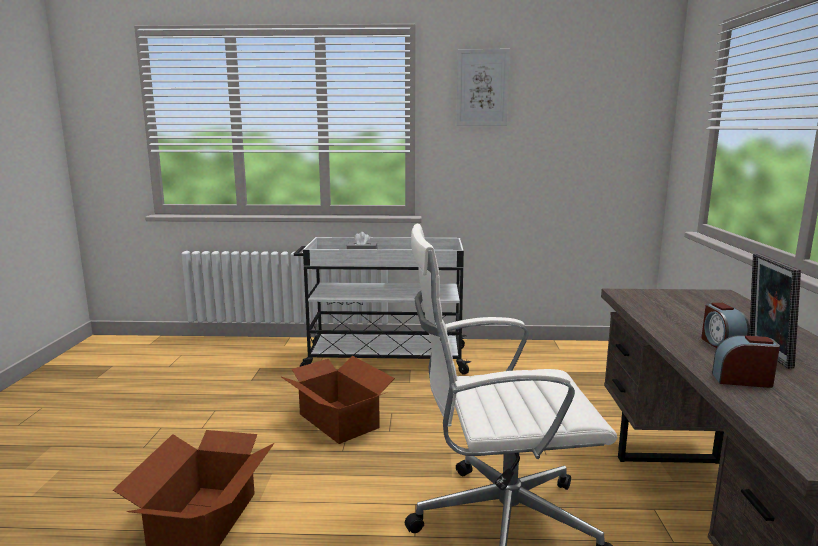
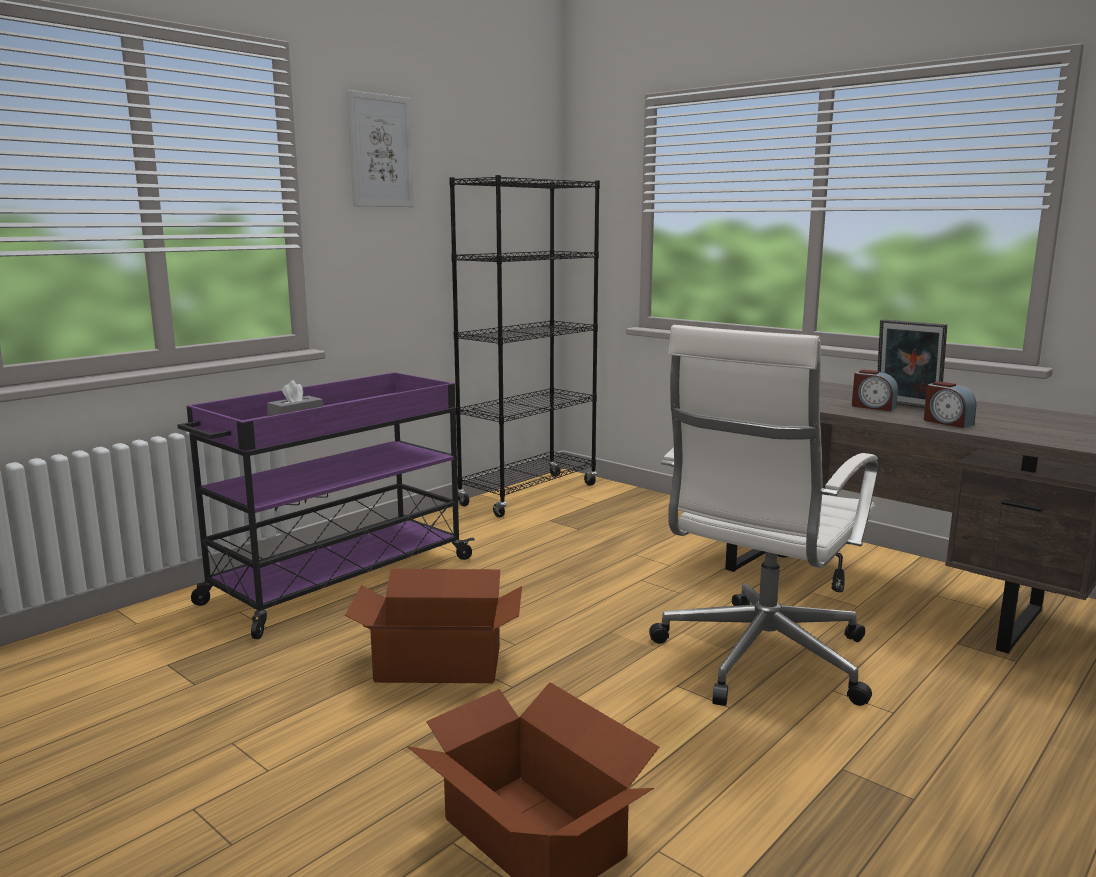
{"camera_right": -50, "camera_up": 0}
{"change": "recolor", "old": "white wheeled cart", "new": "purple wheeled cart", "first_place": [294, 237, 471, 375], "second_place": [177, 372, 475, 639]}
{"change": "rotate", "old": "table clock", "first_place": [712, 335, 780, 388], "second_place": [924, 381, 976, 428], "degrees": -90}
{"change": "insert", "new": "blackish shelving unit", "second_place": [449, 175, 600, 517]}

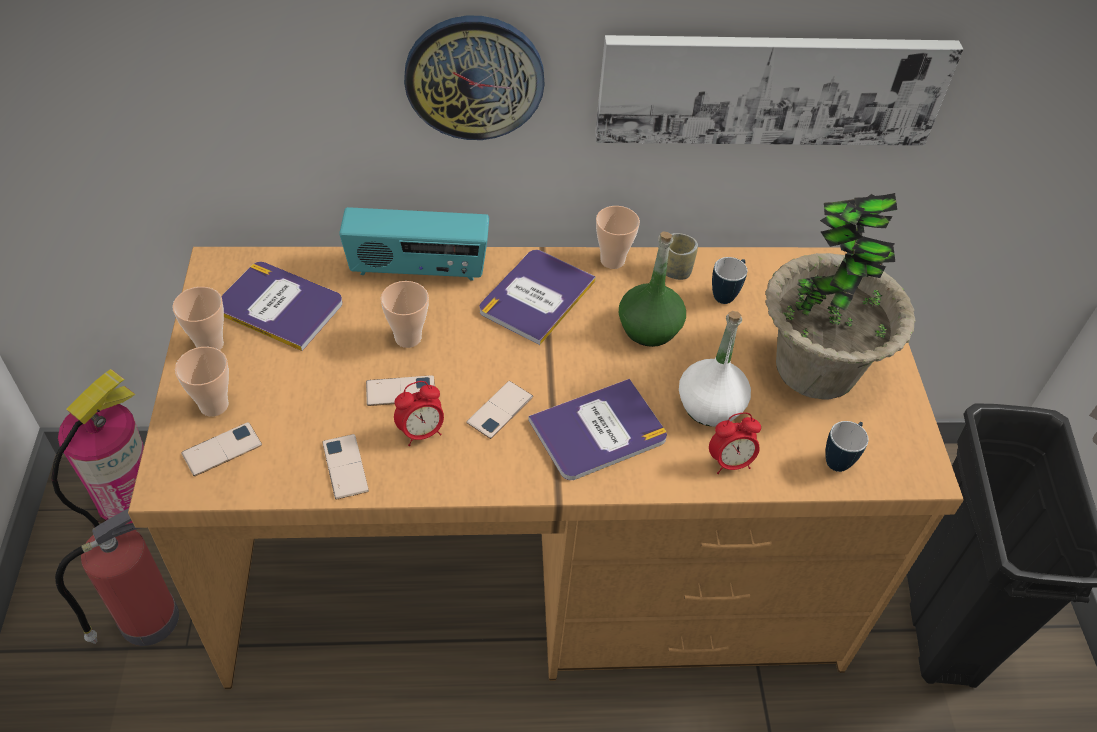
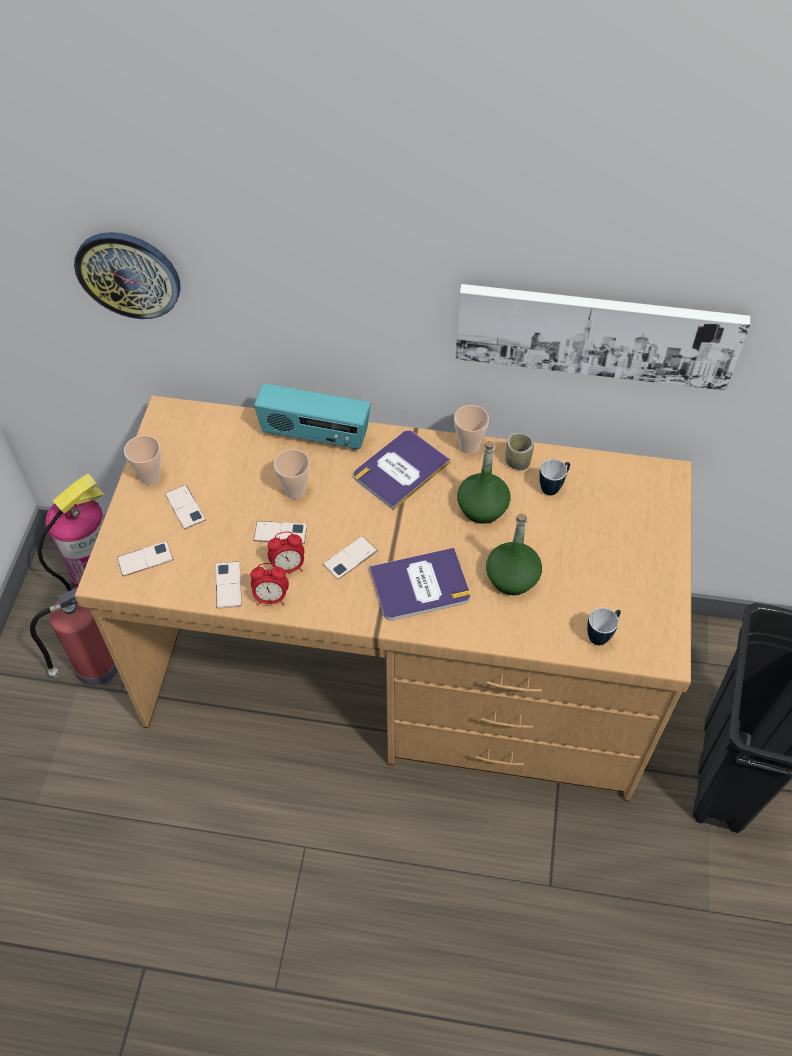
{"camera_right": 15, "camera_up": 5}
{"change": "move", "old": "clock on the wall", "first_place": [404, 16, 545, 140], "second_place": [74, 232, 181, 319]}
{"change": "delete", "old": "houseplant", "first_place": [765, 193, 916, 400]}
{"change": "delete", "old": "book", "first_place": [221, 262, 342, 351]}
{"change": "recolor", "old": "white beverage bottle", "new": "green beverage bottle", "first_place": [679, 311, 751, 427], "second_place": [486, 513, 542, 595]}
{"change": "delete", "old": "cup", "first_place": [175, 347, 229, 417]}
{"change": "move", "old": "table clock", "first_place": [709, 412, 761, 474], "second_place": [250, 563, 289, 605]}
{"change": "insert", "new": "handset", "second_place": [165, 485, 206, 529]}

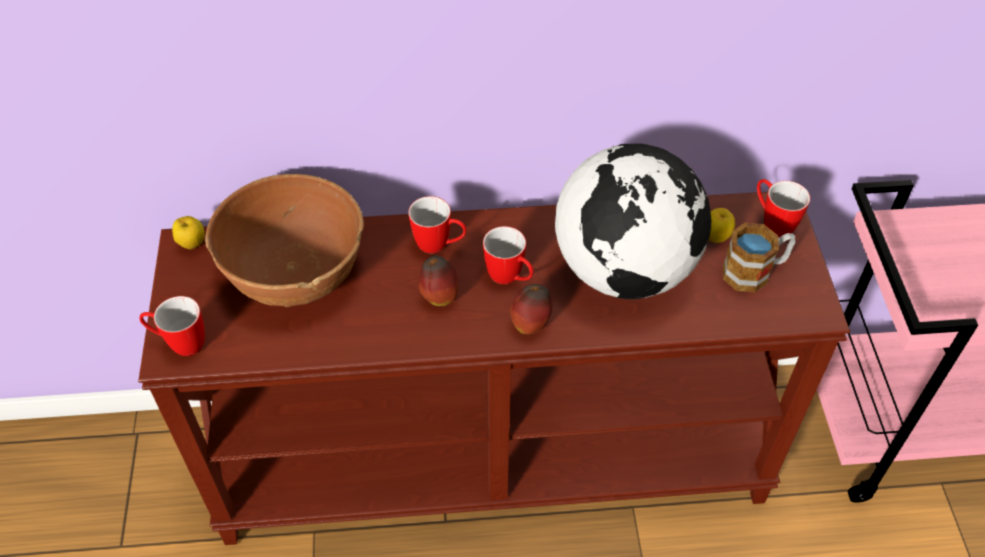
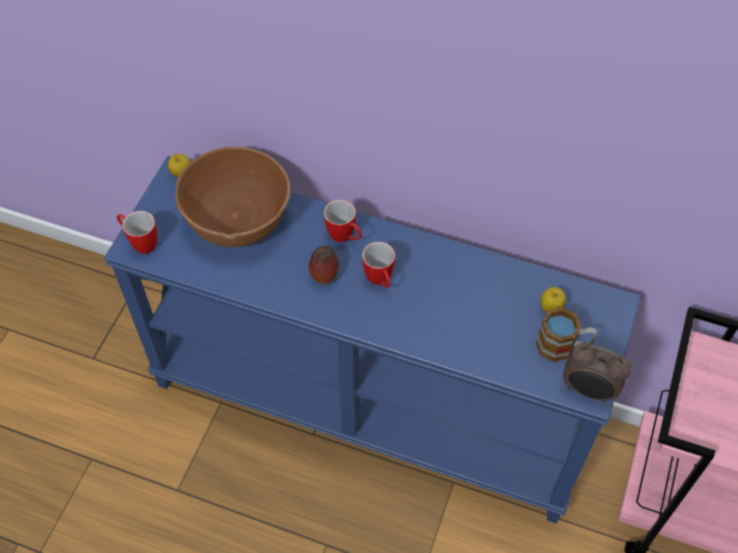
{"camera_right": 25, "camera_up": 5}
{"change": "delete", "old": "world globe", "first_place": [555, 143, 711, 299]}
{"change": "delete", "old": "mug", "first_place": [757, 179, 810, 237]}
{"change": "recolor", "old": "brown-coloured hall table", "new": "blue-coloured hall table", "first_place": [138, 192, 850, 545], "second_place": [104, 156, 641, 523]}
{"change": "delete", "old": "apple fruit", "first_place": [510, 284, 552, 334]}
{"change": "insert", "new": "table clock", "second_place": [563, 343, 632, 403]}

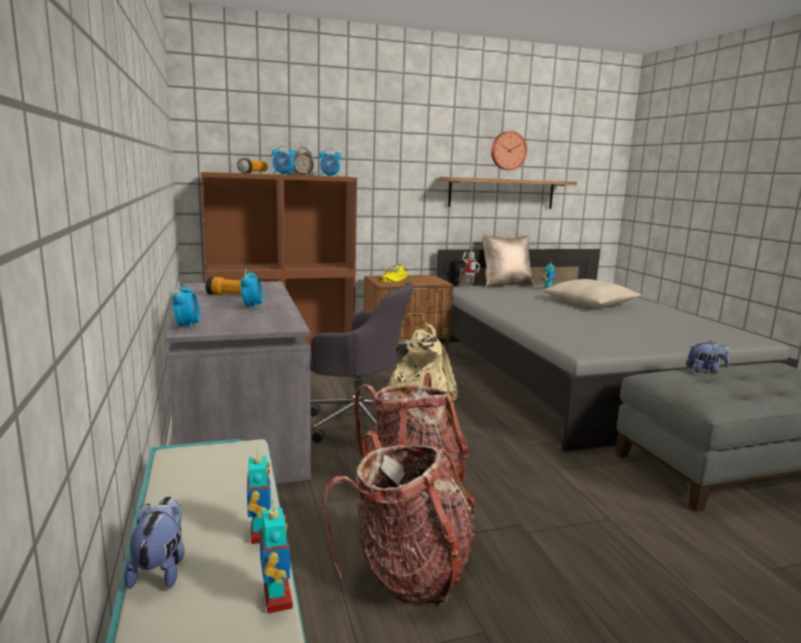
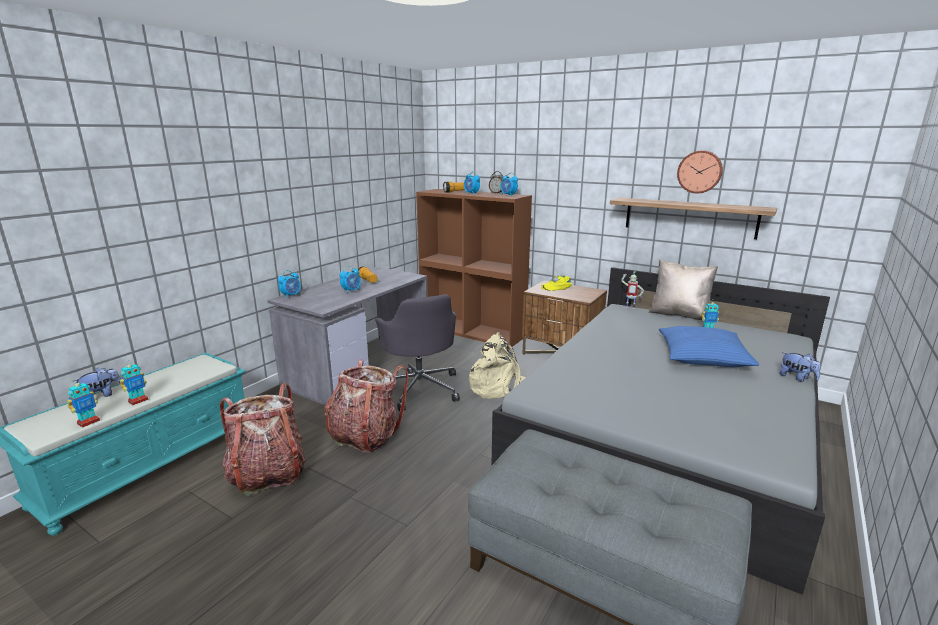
{"camera_right": 50, "camera_up": 5}
{"change": "recolor", "old": "beige pillow", "new": "blue-coloured pillow", "first_place": [542, 279, 641, 308], "second_place": [659, 326, 759, 367]}
{"change": "move", "old": "plush toy", "first_place": [687, 341, 730, 374], "second_place": [780, 352, 821, 382]}

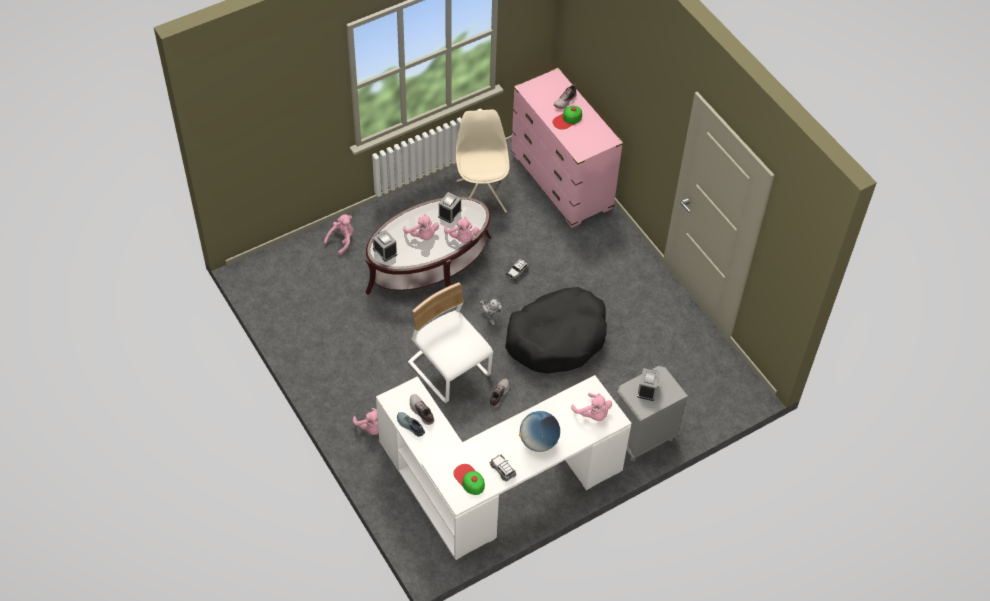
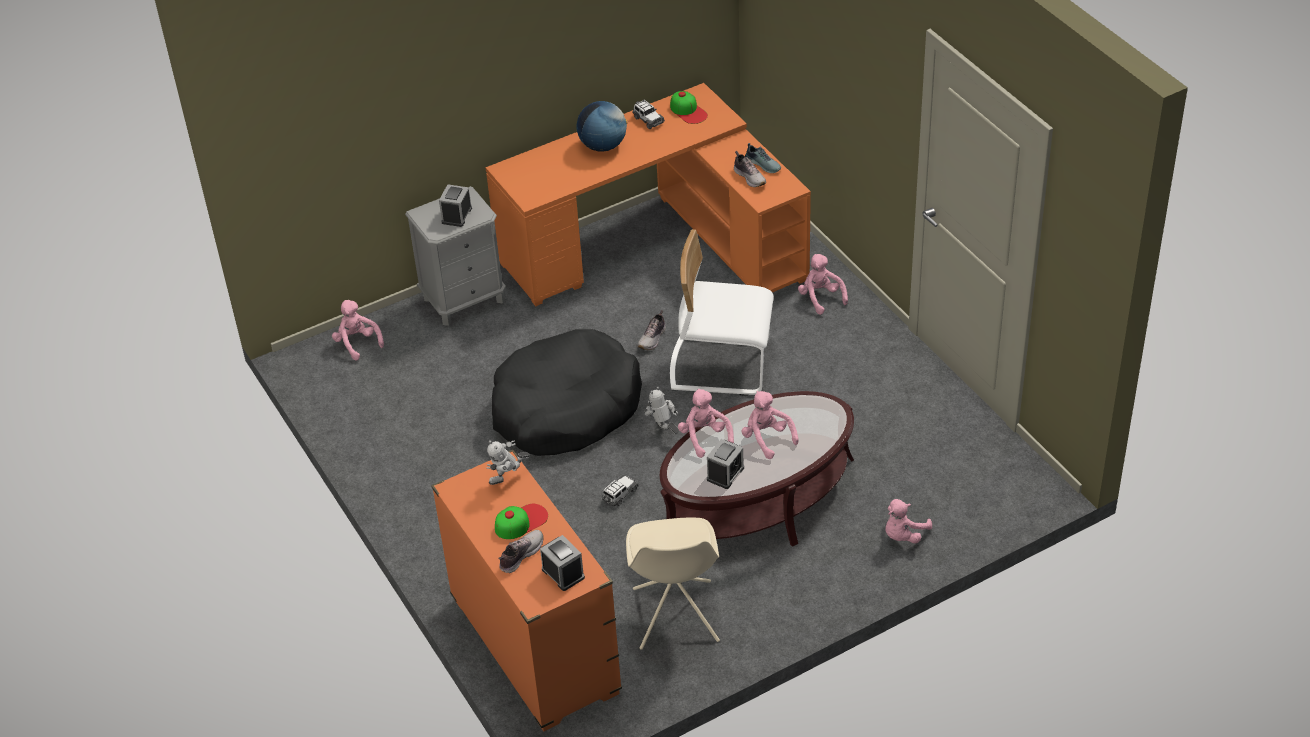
{"camera_right": -175, "camera_up": -10}
{"change": "recolor", "old": "pinkish drawer chest", "new": "orangey drawer chest", "first_place": [511, 68, 623, 228], "second_place": [431, 449, 622, 731]}
{"change": "move", "old": "table clock", "first_place": [373, 230, 397, 262], "second_place": [540, 535, 585, 591]}
{"change": "rotate", "old": "white plain chair", "first_place": [408, 282, 493, 403], "second_place": [670, 229, 774, 396], "degrees": 135}
{"change": "recolor", "old": "white desk", "new": "orangey desk", "first_place": [376, 375, 632, 560], "second_place": [486, 83, 811, 306]}
{"change": "move", "old": "pinkish plush toy", "first_place": [571, 393, 612, 421], "second_place": [332, 300, 384, 360]}
{"change": "insert", "new": "toy robot", "second_place": [487, 440, 530, 485]}

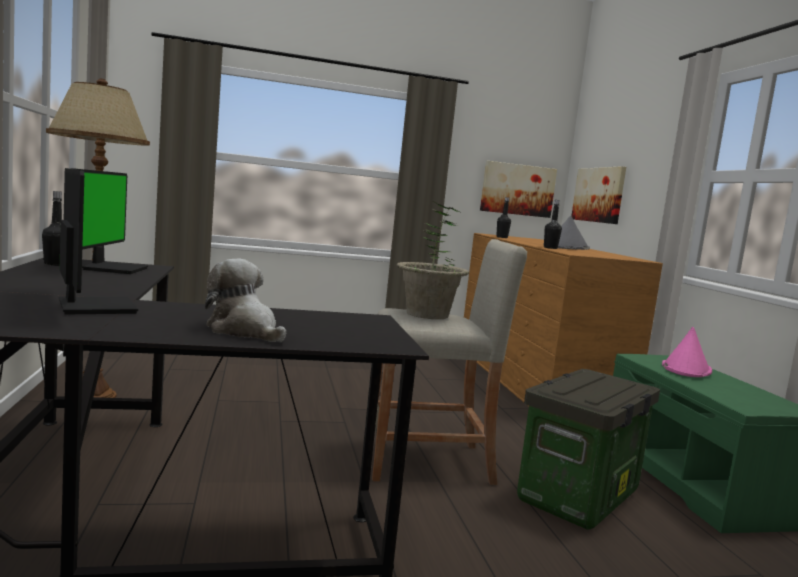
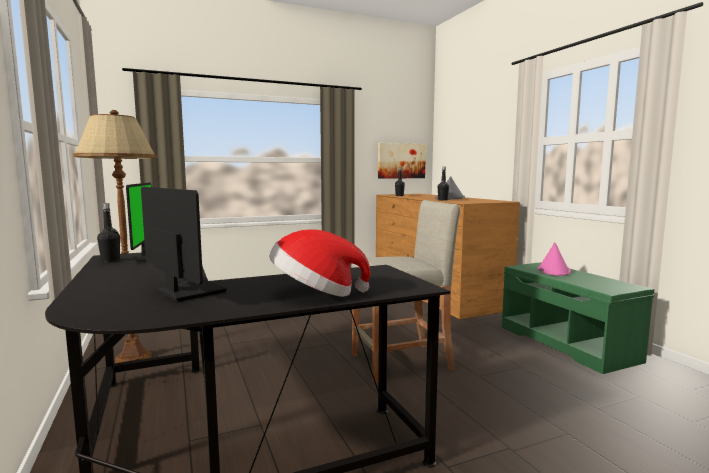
{"camera_right": -10, "camera_up": 0}
{"change": "delete", "old": "wall picture", "first_place": [571, 166, 626, 224]}
{"change": "delete", "old": "houseplant", "first_place": [397, 201, 469, 319]}
{"change": "replace", "old": "plush toy", "new": "wearable hat", "first_place": [205, 258, 286, 342], "second_place": [269, 229, 371, 297]}
{"change": "delete", "old": "storage box", "first_place": [517, 369, 660, 530]}

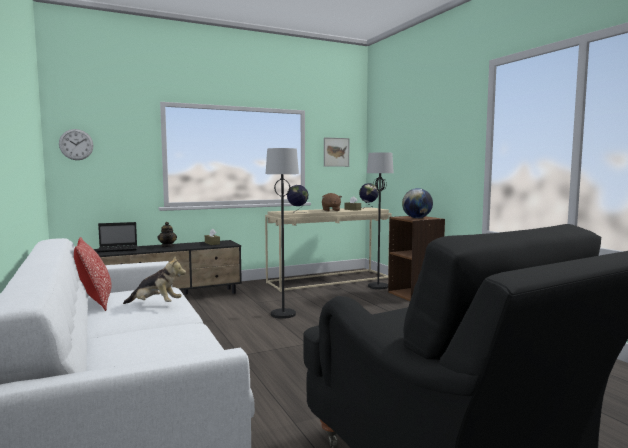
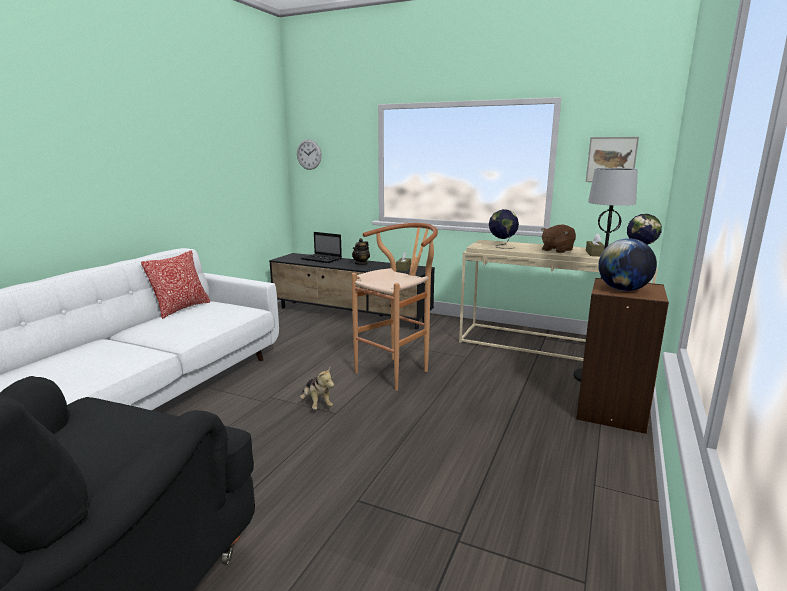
{"camera_right": 50, "camera_up": 10}
{"change": "replace", "old": "blackish standing lamp", "new": "brown-coloured sitting stool", "first_place": [266, 148, 299, 319], "second_place": [351, 223, 438, 391]}
{"change": "move", "old": "plush toy", "first_place": [123, 256, 186, 304], "second_place": [300, 368, 334, 410]}

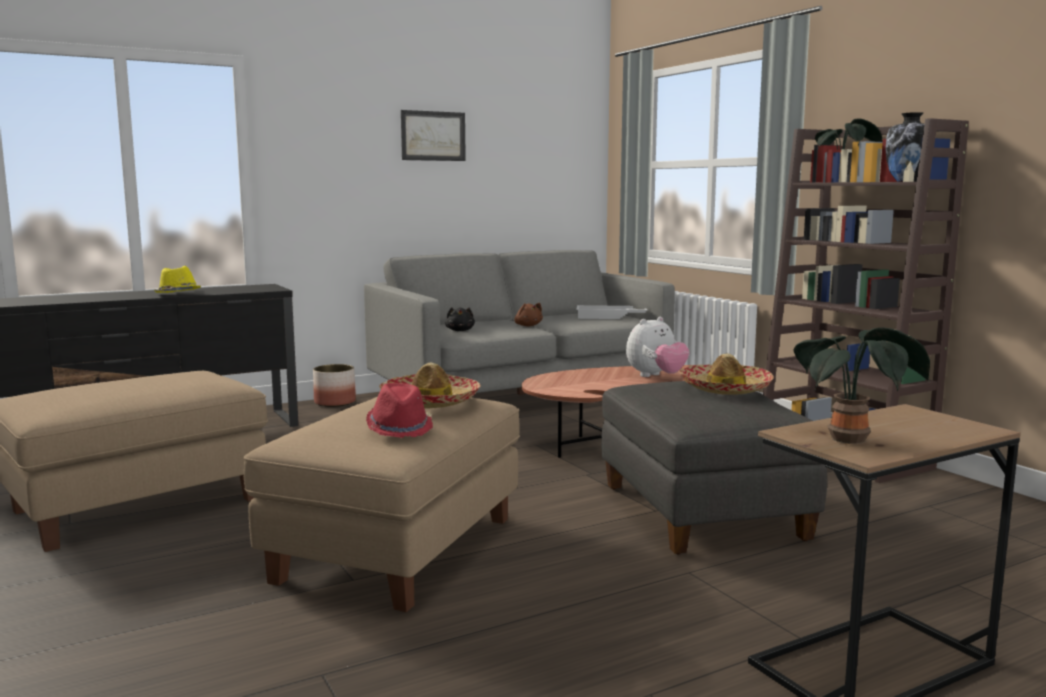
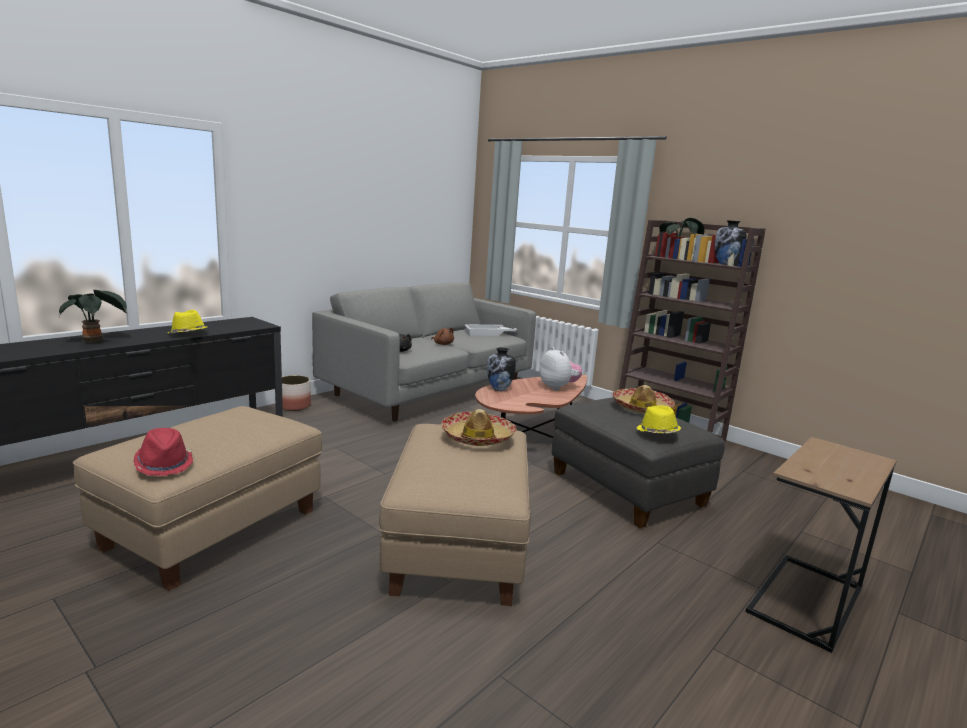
{"camera_right": -20, "camera_up": 5}
{"change": "delete", "old": "wall picture", "first_place": [401, 110, 466, 161]}
{"change": "rotate", "old": "plush toy", "first_place": [626, 317, 689, 377], "second_place": [539, 347, 582, 391], "degrees": -60}
{"change": "move", "old": "houseplant", "first_place": [794, 327, 930, 444], "second_place": [59, 290, 127, 342]}
{"change": "move", "old": "reddish wearable hat", "first_place": [366, 383, 433, 438], "second_place": [134, 428, 193, 476]}
{"change": "insert", "new": "flower vase", "second_place": [487, 347, 516, 391]}
{"change": "insert", "new": "yellow-coloured wearable hat", "second_place": [637, 405, 681, 433]}

